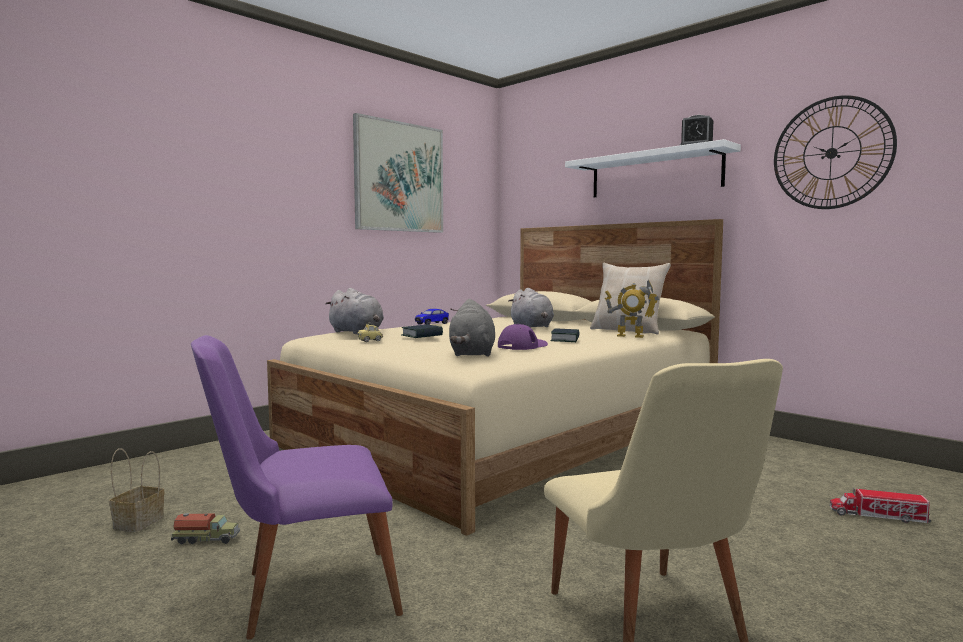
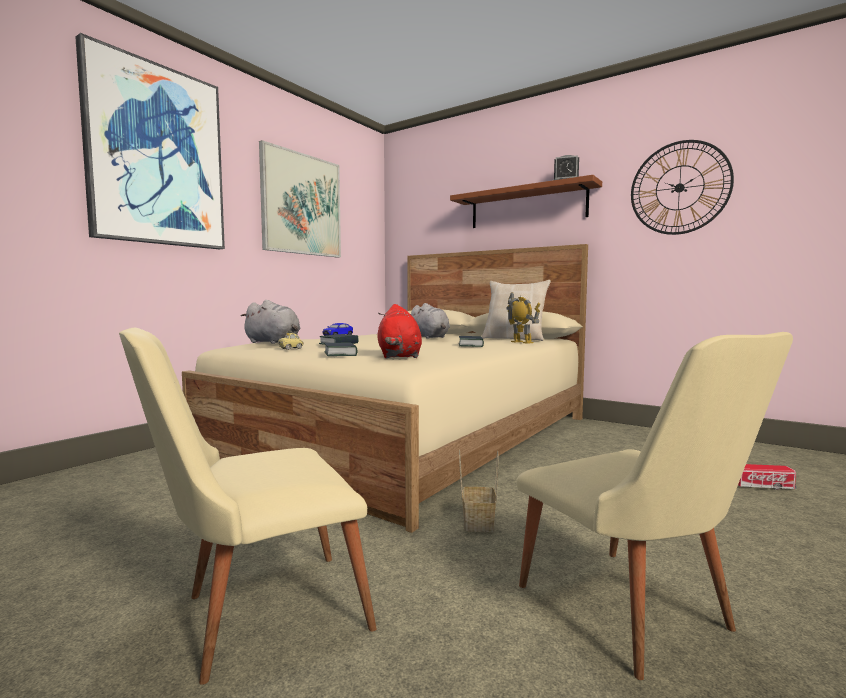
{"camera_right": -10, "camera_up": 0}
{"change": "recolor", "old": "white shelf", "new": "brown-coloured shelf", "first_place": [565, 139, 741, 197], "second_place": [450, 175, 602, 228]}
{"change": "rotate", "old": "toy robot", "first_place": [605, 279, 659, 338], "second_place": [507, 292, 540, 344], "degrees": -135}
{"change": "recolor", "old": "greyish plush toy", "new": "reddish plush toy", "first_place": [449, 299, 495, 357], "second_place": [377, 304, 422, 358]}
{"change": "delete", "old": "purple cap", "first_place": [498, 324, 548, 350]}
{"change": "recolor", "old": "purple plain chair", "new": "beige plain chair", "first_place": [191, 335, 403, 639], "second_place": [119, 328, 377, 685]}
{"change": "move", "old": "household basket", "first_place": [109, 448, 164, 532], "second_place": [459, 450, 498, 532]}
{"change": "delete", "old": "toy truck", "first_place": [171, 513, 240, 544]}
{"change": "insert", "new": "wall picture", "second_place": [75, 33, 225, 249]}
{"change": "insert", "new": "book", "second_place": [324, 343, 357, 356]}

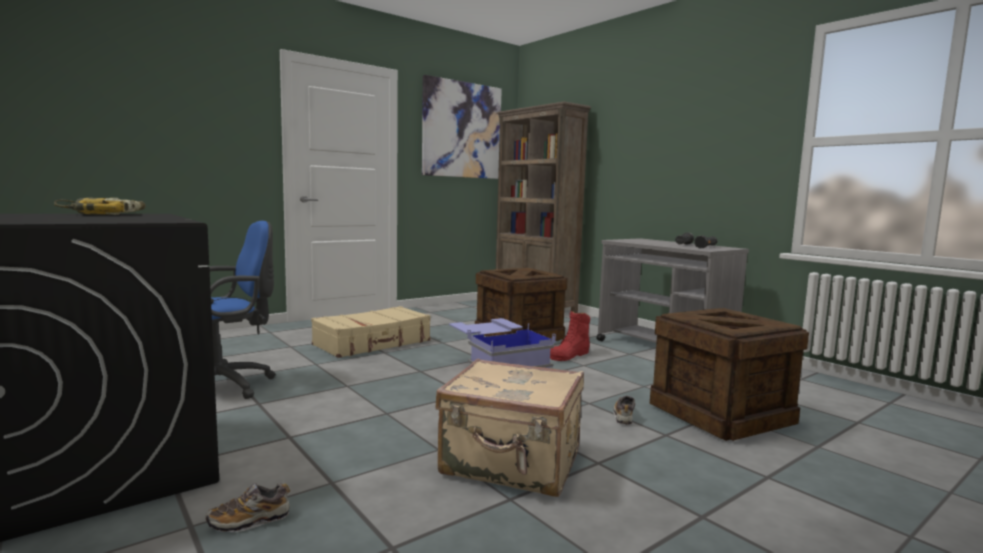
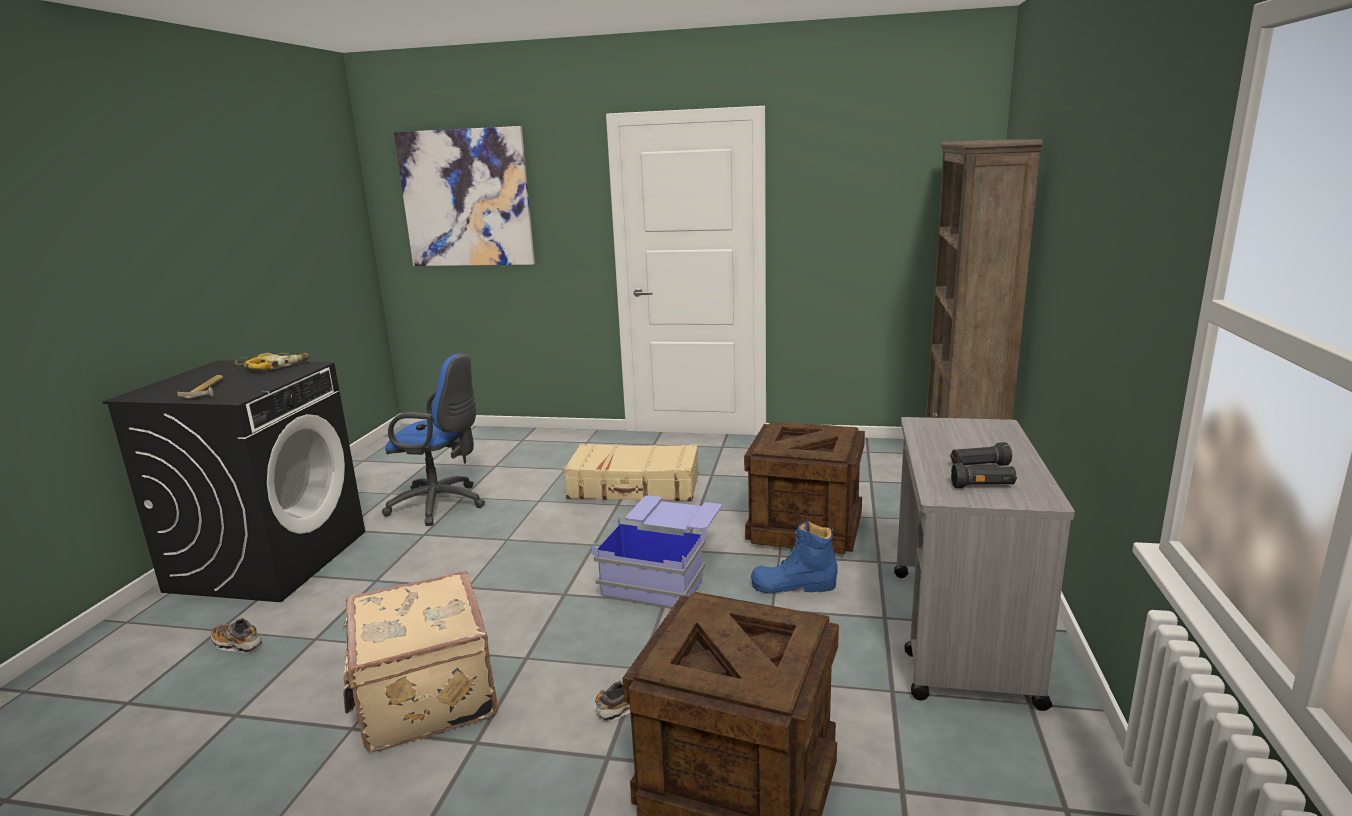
{"camera_right": 50, "camera_up": 10}
{"change": "move", "old": "wall picture", "first_place": [422, 75, 502, 179], "second_place": [394, 126, 535, 266]}
{"change": "recolor", "old": "reddish high-top boot", "new": "blue-coloured high-top boot", "first_place": [550, 311, 590, 361], "second_place": [751, 521, 837, 593]}
{"change": "insert", "new": "hammer", "second_place": [177, 375, 223, 398]}

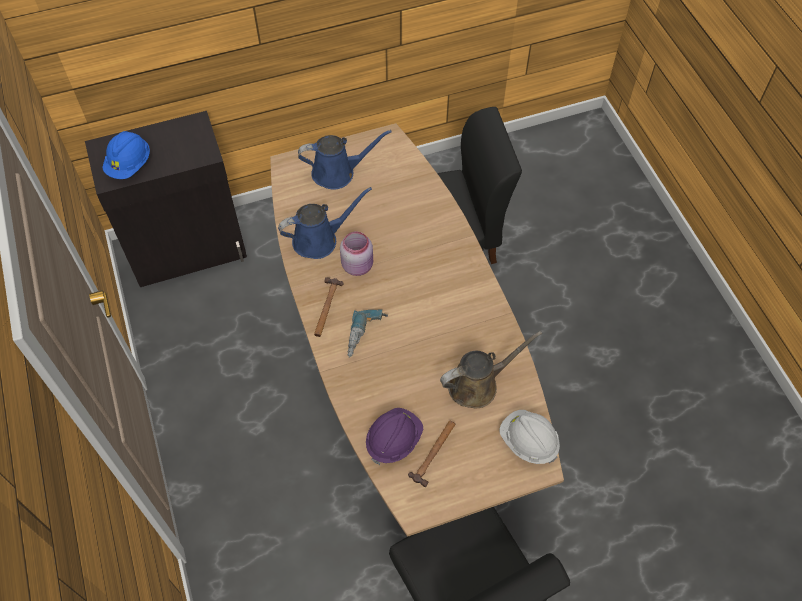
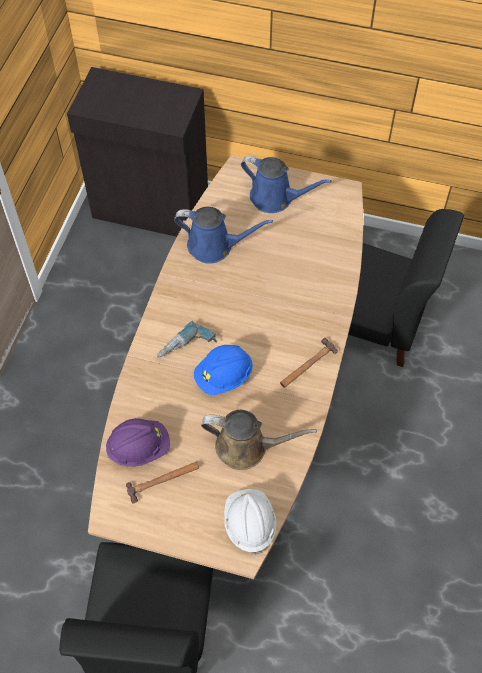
{"camera_right": 35, "camera_up": 0}
{"change": "move", "old": "blue-coloured hard hat", "first_place": [102, 131, 150, 179], "second_place": [194, 345, 253, 395]}
{"change": "delete", "old": "pinkish preserve jar", "first_place": [340, 231, 373, 276]}
{"change": "move", "old": "hammer", "first_place": [314, 277, 344, 337], "second_place": [280, 338, 338, 388]}

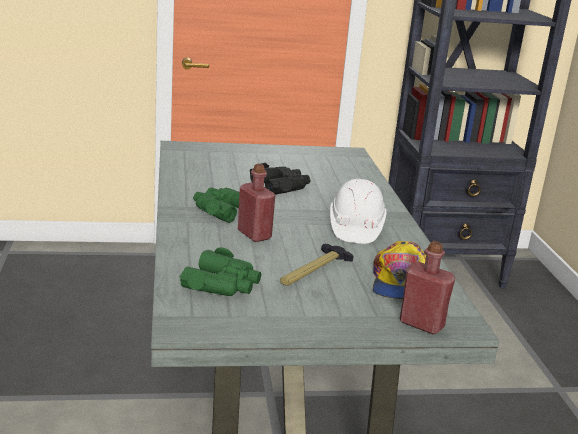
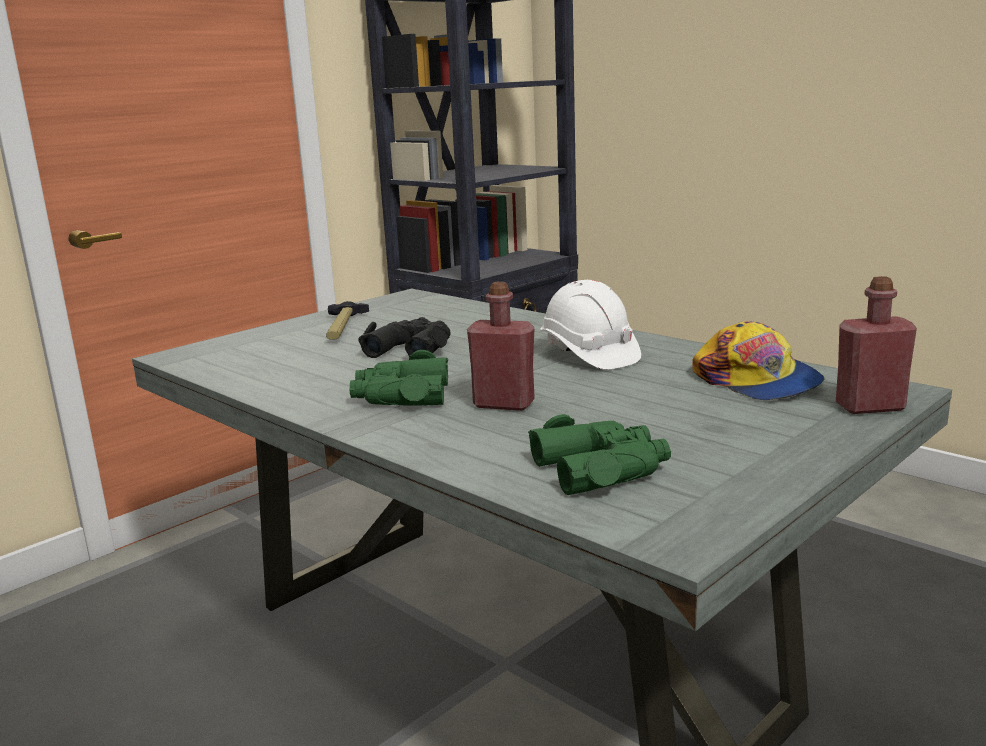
{"camera_right": -35, "camera_up": -5}
{"change": "move", "old": "hammer", "first_place": [280, 244, 353, 286], "second_place": [326, 301, 369, 340]}

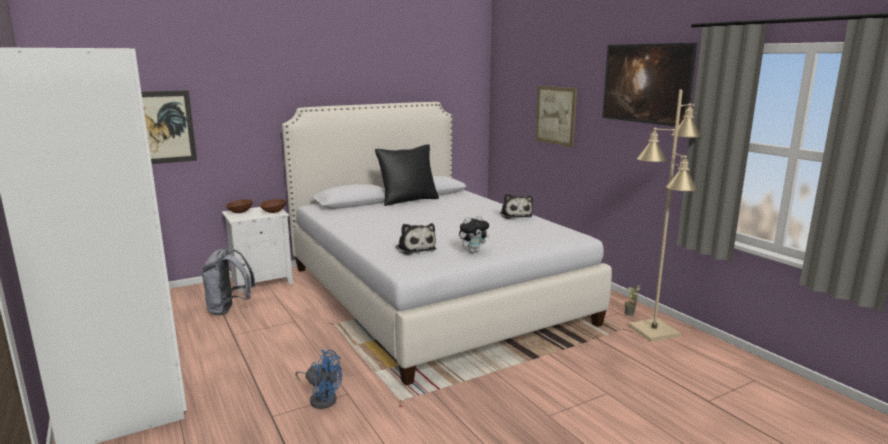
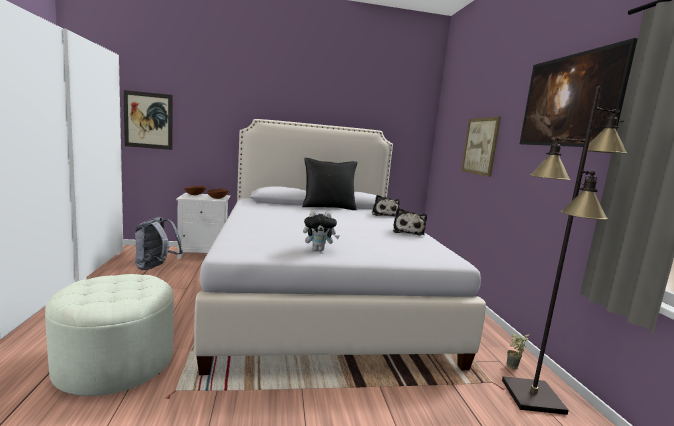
{"camera_right": 20, "camera_up": -5}
{"change": "recolor", "old": "beige standing lamp", "new": "blackish standing lamp", "first_place": [628, 90, 702, 342], "second_place": [502, 87, 628, 415]}
{"change": "move", "old": "plush toy", "first_place": [396, 223, 436, 255], "second_place": [372, 195, 400, 217]}
{"change": "replace", "old": "blue-coloured cooling fan", "new": "white footrest", "first_place": [295, 350, 342, 409], "second_place": [45, 274, 174, 396]}

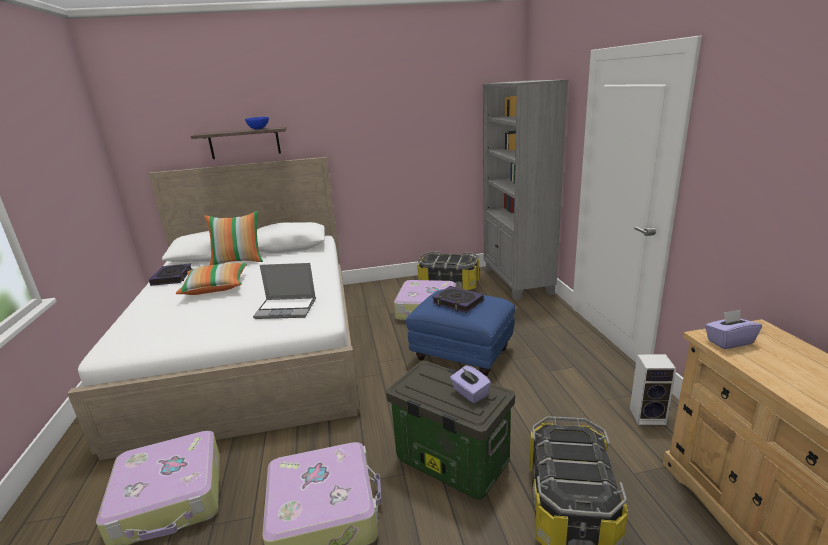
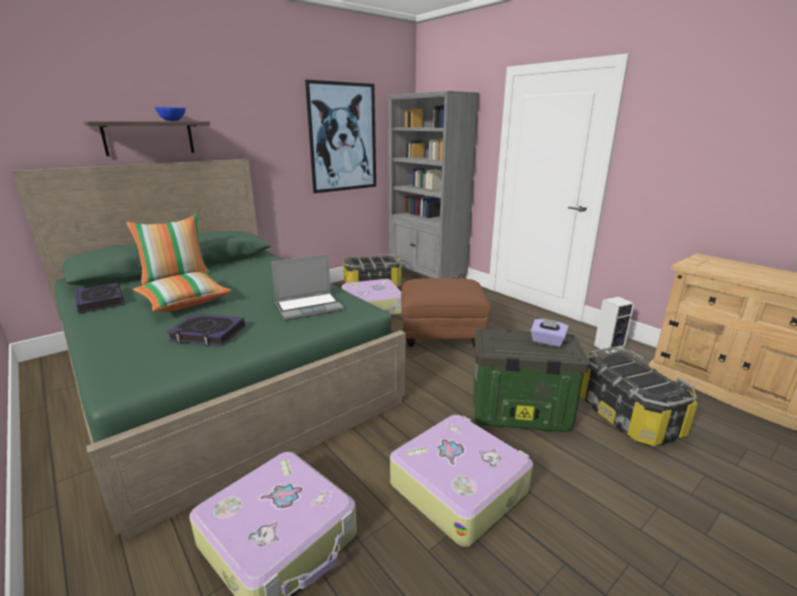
{"camera_right": -30, "camera_up": 0}
{"change": "recolor", "old": "white bed", "new": "green bed", "first_place": [67, 157, 360, 460], "second_place": [12, 159, 406, 541]}
{"change": "move", "old": "book", "first_place": [432, 286, 484, 313], "second_place": [167, 314, 245, 346]}
{"change": "recolor", "old": "blue-coloured footrest", "new": "brown-coloured footrest", "first_place": [406, 289, 515, 376], "second_place": [401, 278, 491, 347]}
{"change": "delete", "old": "purple box of tissues", "first_place": [705, 310, 762, 349]}
{"change": "insert", "new": "wall picture", "second_place": [305, 80, 376, 193]}

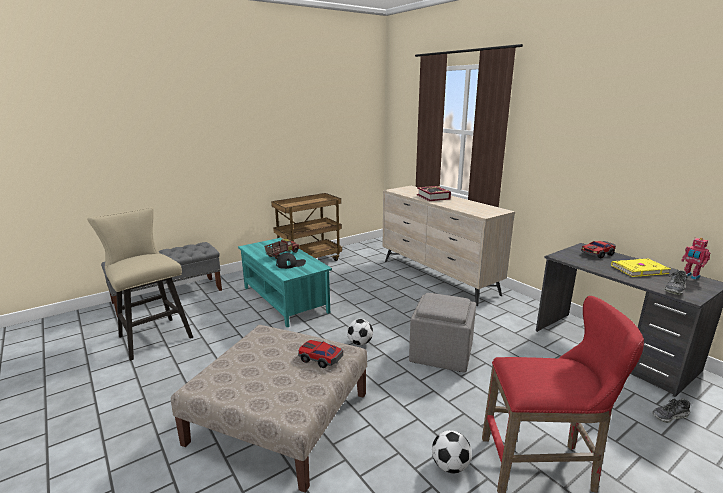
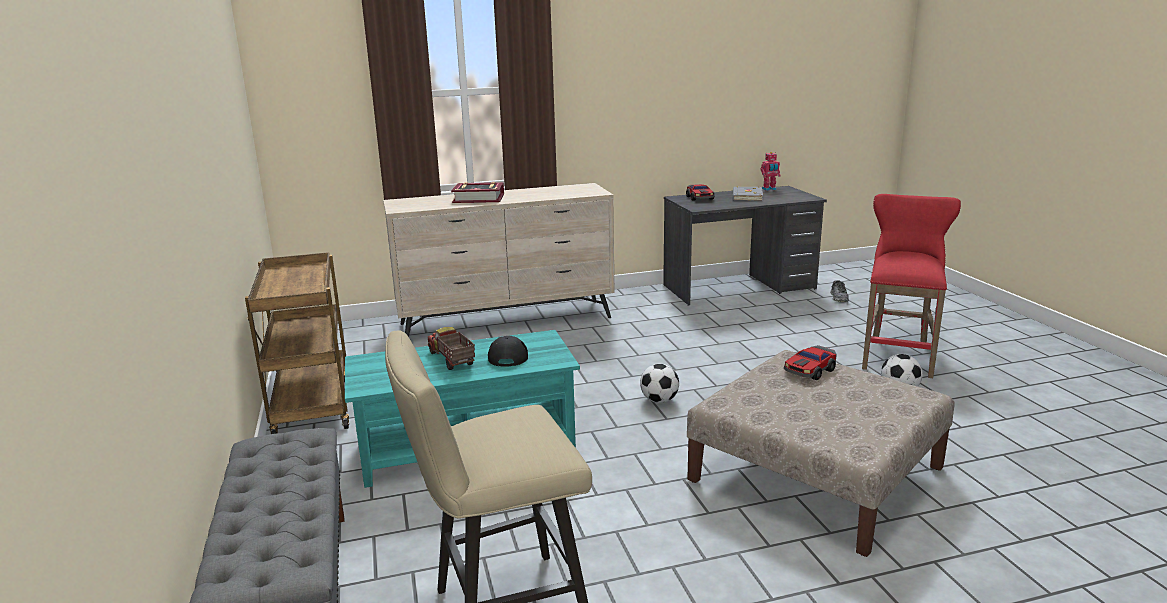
{"camera_right": -70, "camera_up": 0}
{"change": "recolor", "old": "yellow-coloured book", "new": "greyish book", "first_place": [611, 259, 670, 277], "second_place": [733, 186, 763, 201]}
{"change": "delete", "old": "shoe", "first_place": [664, 270, 688, 295]}
{"change": "delete", "old": "greyish footrest", "first_place": [409, 293, 476, 373]}

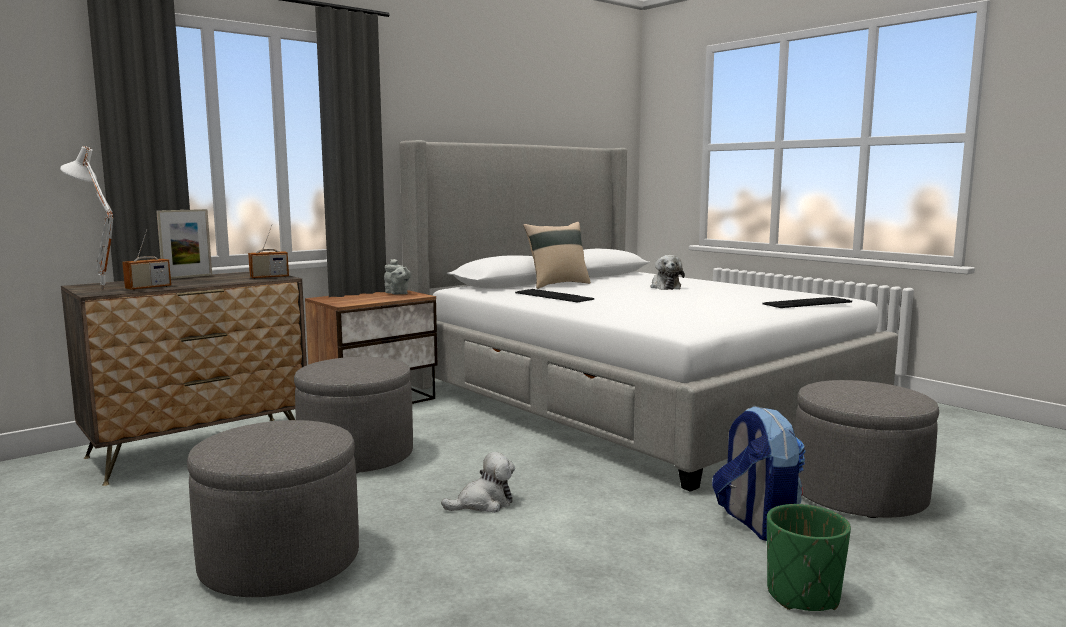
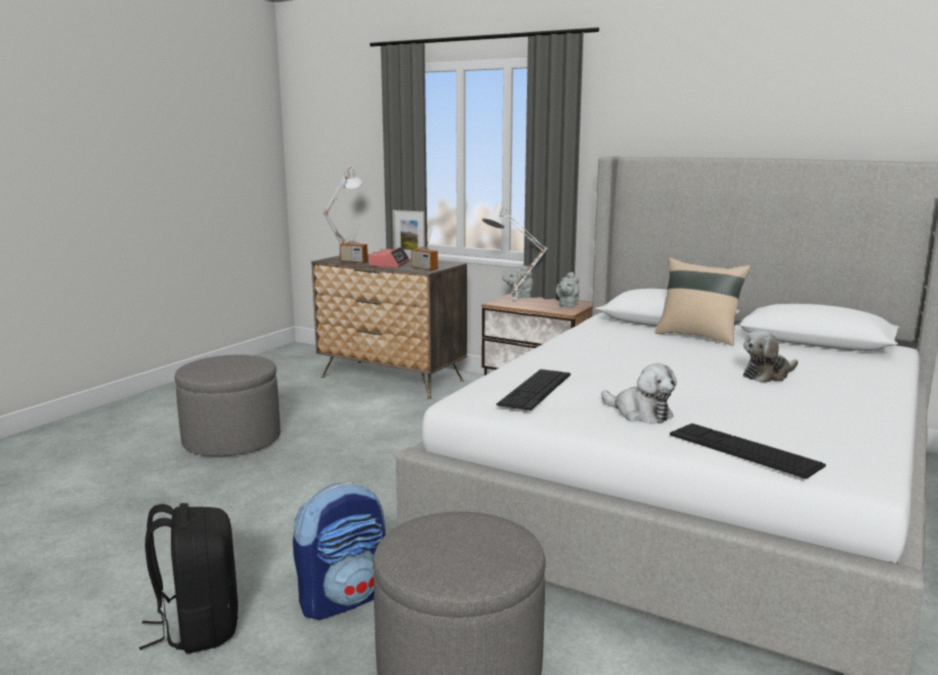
{"camera_right": 70, "camera_up": 5}
{"change": "move", "old": "computer keyboard", "first_place": [515, 289, 594, 303], "second_place": [497, 369, 571, 411]}
{"change": "delete", "old": "greyish footrest", "first_place": [294, 357, 413, 473]}
{"change": "move", "old": "plush toy", "first_place": [441, 452, 515, 513], "second_place": [601, 363, 677, 424]}
{"change": "replace", "old": "green planter", "new": "blackish knapsack", "first_place": [767, 504, 851, 611], "second_place": [139, 503, 238, 654]}
{"change": "insert", "new": "white tabletop lamp", "second_place": [482, 203, 548, 302]}
{"change": "insert", "new": "table clock", "second_place": [369, 247, 410, 267]}
{"change": "insert", "new": "greyish teapot", "second_place": [502, 265, 533, 298]}

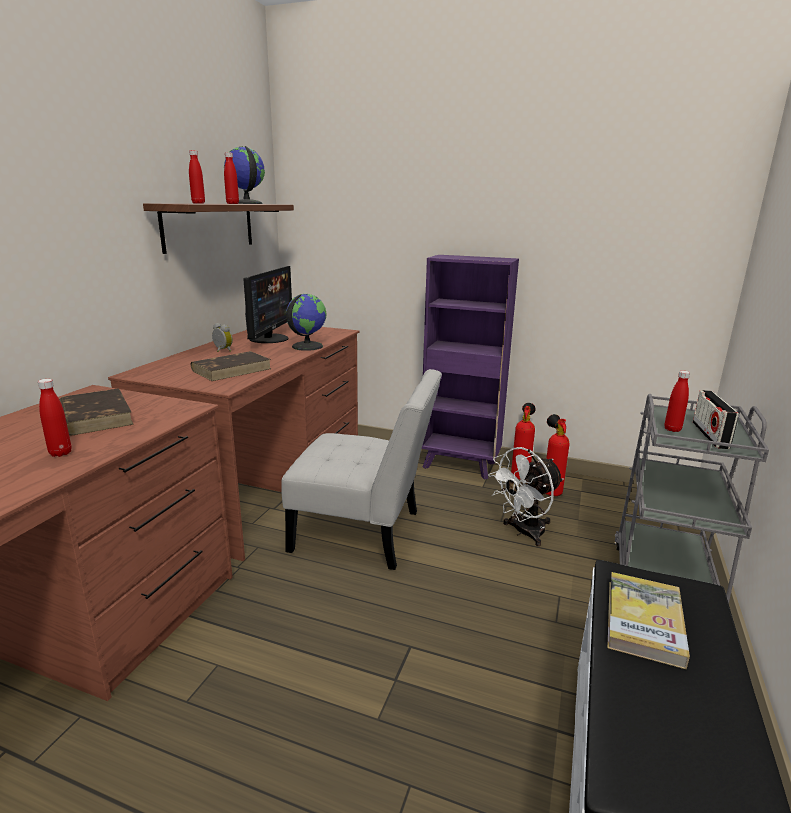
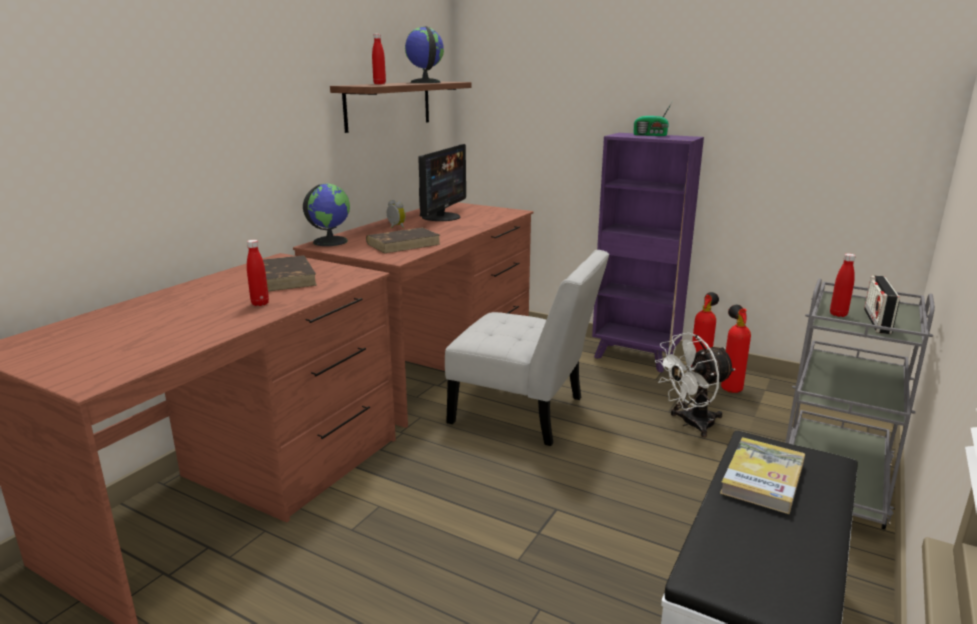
{"camera_right": 10, "camera_up": 0}
{"change": "delete", "old": "reddish beverage bottle", "first_place": [224, 152, 239, 204]}
{"change": "move", "old": "world globe", "first_place": [286, 294, 326, 351], "second_place": [303, 184, 350, 246]}
{"change": "insert", "new": "radio receiver", "second_place": [634, 101, 673, 136]}

